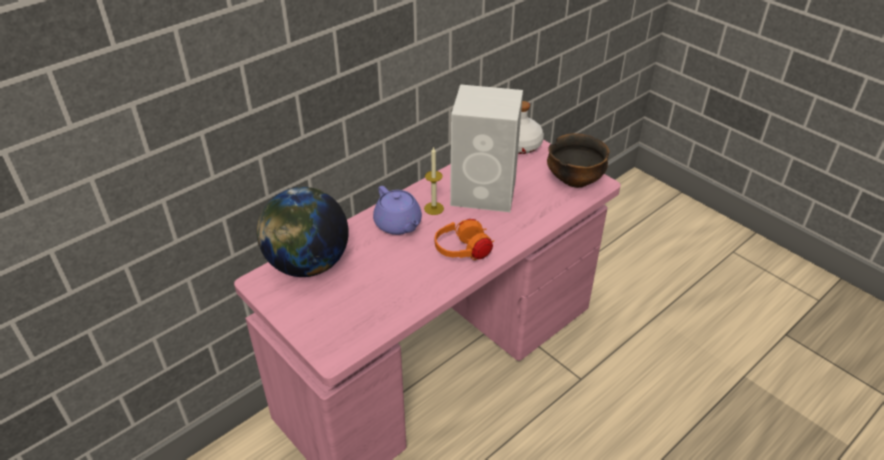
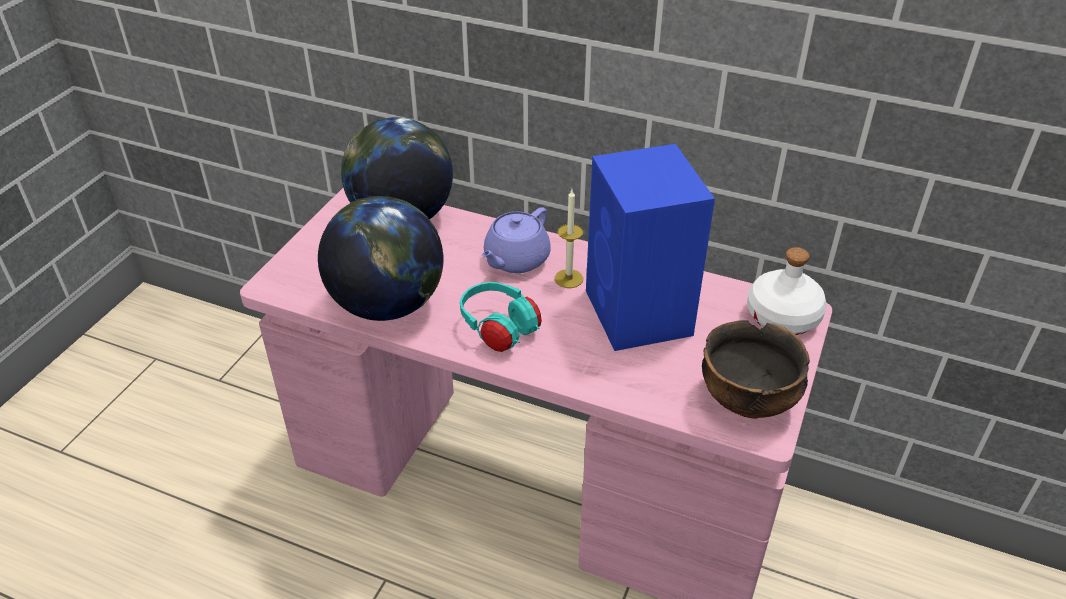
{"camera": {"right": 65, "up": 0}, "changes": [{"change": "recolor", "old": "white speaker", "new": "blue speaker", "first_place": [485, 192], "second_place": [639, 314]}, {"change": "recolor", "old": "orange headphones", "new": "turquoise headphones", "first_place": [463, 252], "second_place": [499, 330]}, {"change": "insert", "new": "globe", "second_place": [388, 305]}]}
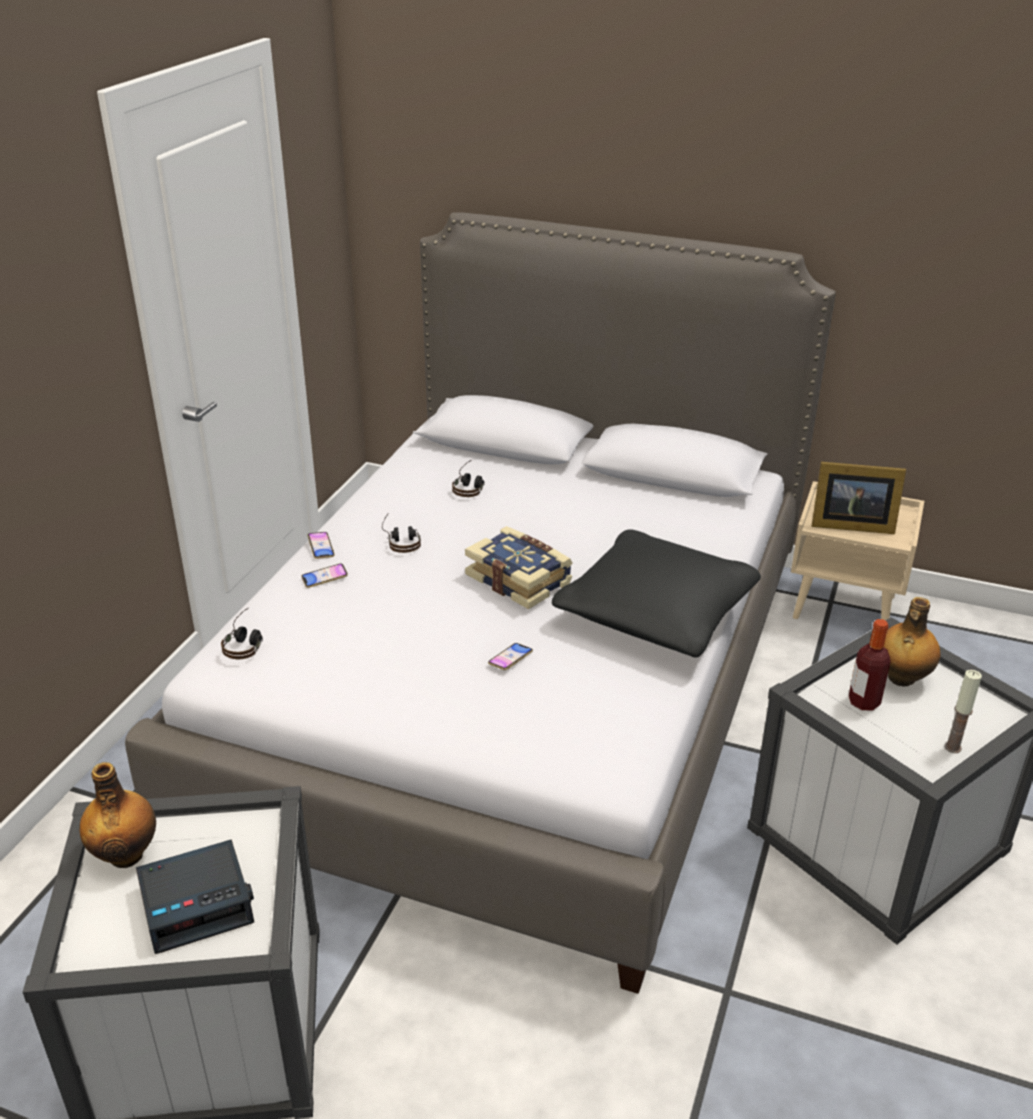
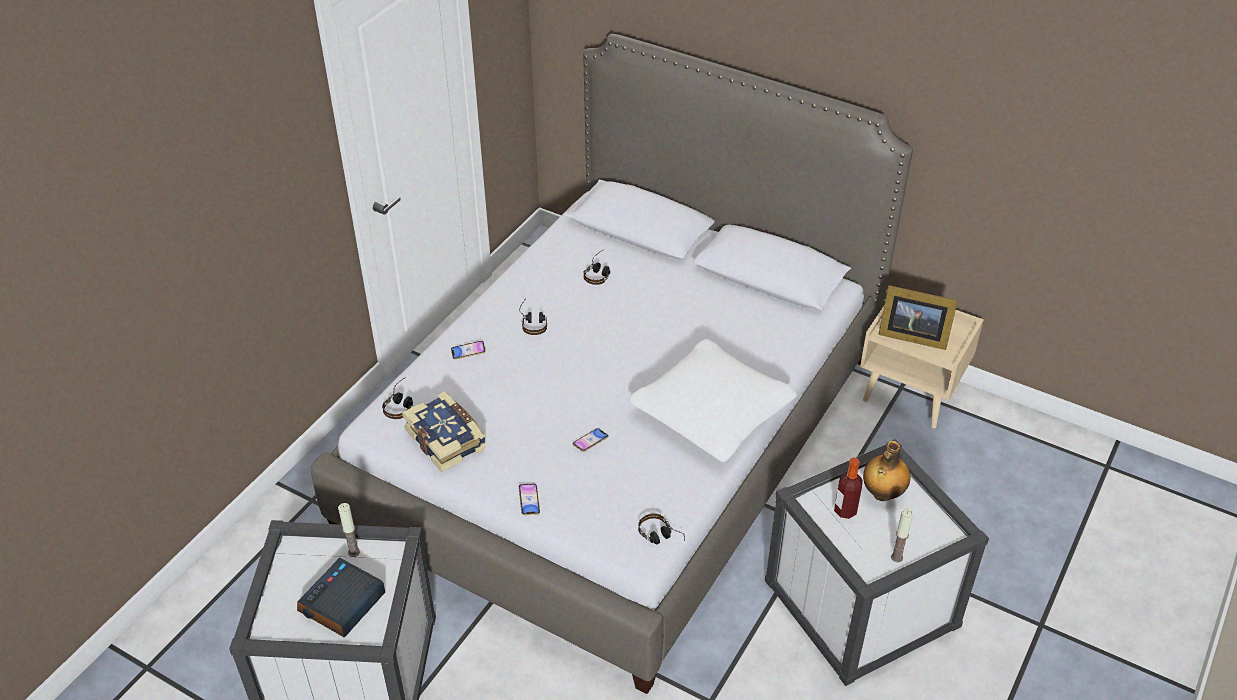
{"camera": {"right": 10, "up": 10}, "changes": [{"change": "move", "old": "book", "first_place": [520, 579], "second_place": [447, 439]}, {"change": "recolor", "old": "black pillow", "new": "white pillow", "first_place": [656, 613], "second_place": [712, 413]}, {"change": "move", "old": "phone", "first_place": [321, 547], "second_place": [529, 501]}, {"change": "delete", "old": "bottle", "first_place": [126, 854]}, {"change": "rotate", "old": "alarm clock", "first_place": [198, 903], "second_place": [342, 604], "degrees": 135}, {"change": "insert", "new": "candle", "second_place": [354, 552]}, {"change": "insert", "new": "headphones", "second_place": [661, 537]}]}
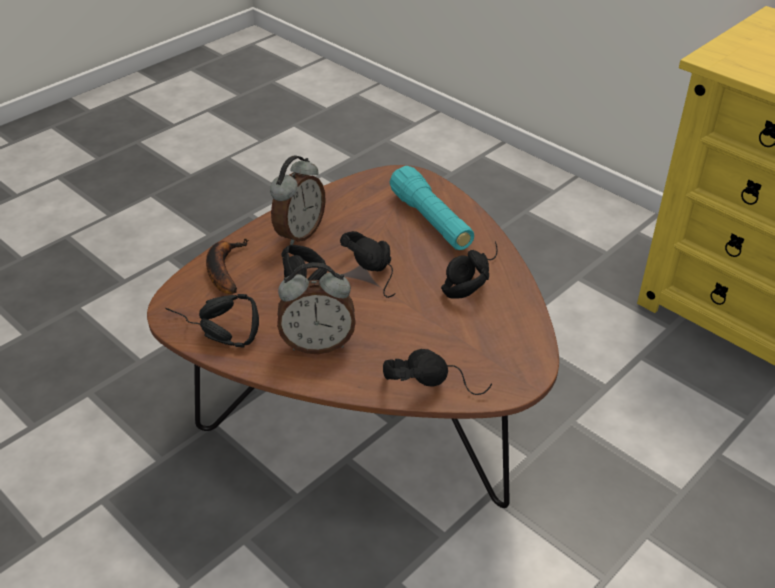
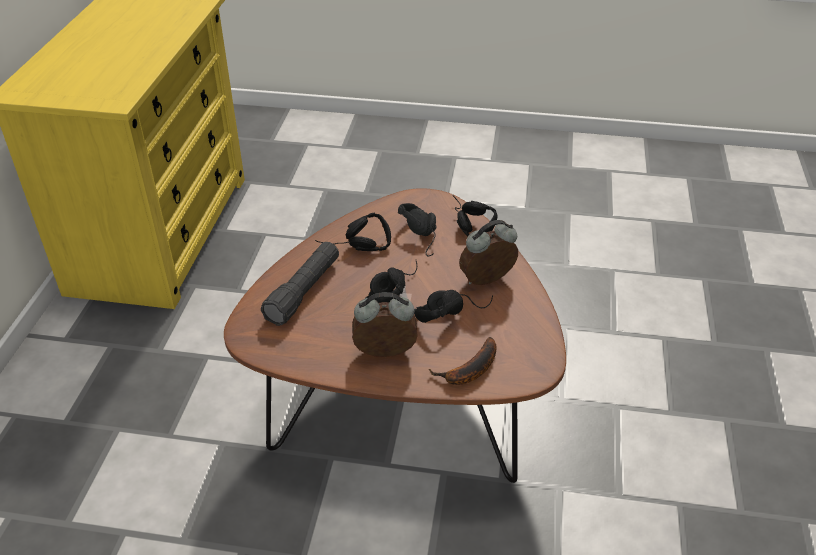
{"camera": {"right": -125, "up": 0}, "changes": [{"change": "recolor", "old": "turquoise flashlight", "new": "black flashlight", "first_place": [431, 221], "second_place": [304, 292]}, {"change": "rotate", "old": "alarm clock", "first_place": [318, 344], "second_place": [488, 282], "degrees": -75}, {"change": "move", "old": "black headphones", "first_place": [211, 333], "second_place": [426, 237]}]}
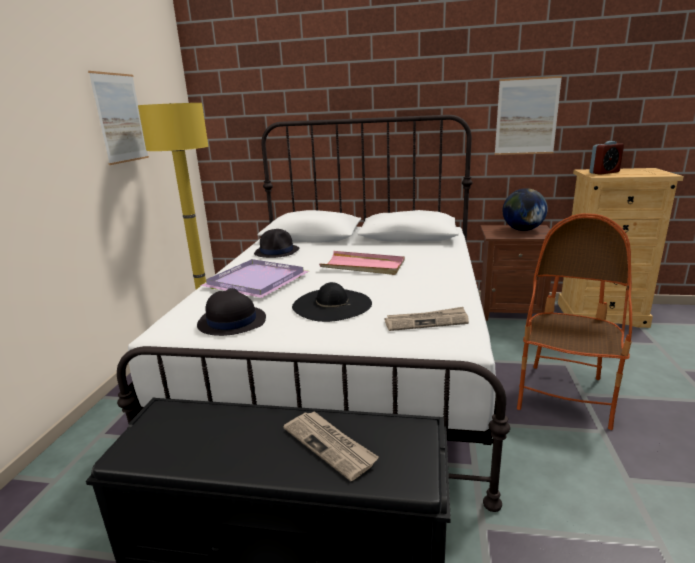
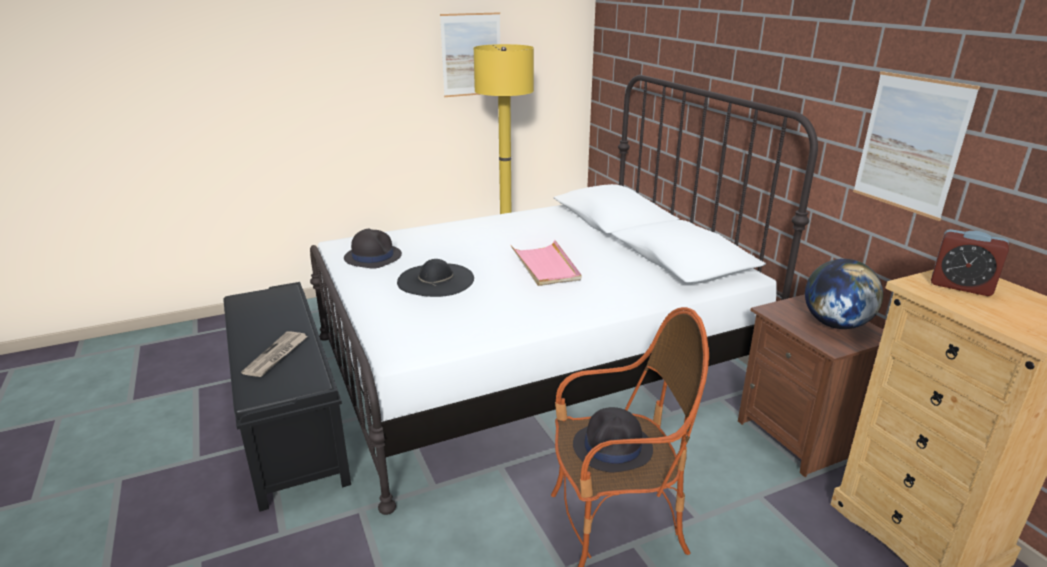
{"camera": {"right": 55, "up": 5}, "changes": [{"change": "move", "old": "black hat", "first_place": [277, 252], "second_place": [613, 447]}, {"change": "delete", "old": "purple tray", "first_place": [258, 281]}, {"change": "delete", "old": "newspaper", "first_place": [426, 321]}]}
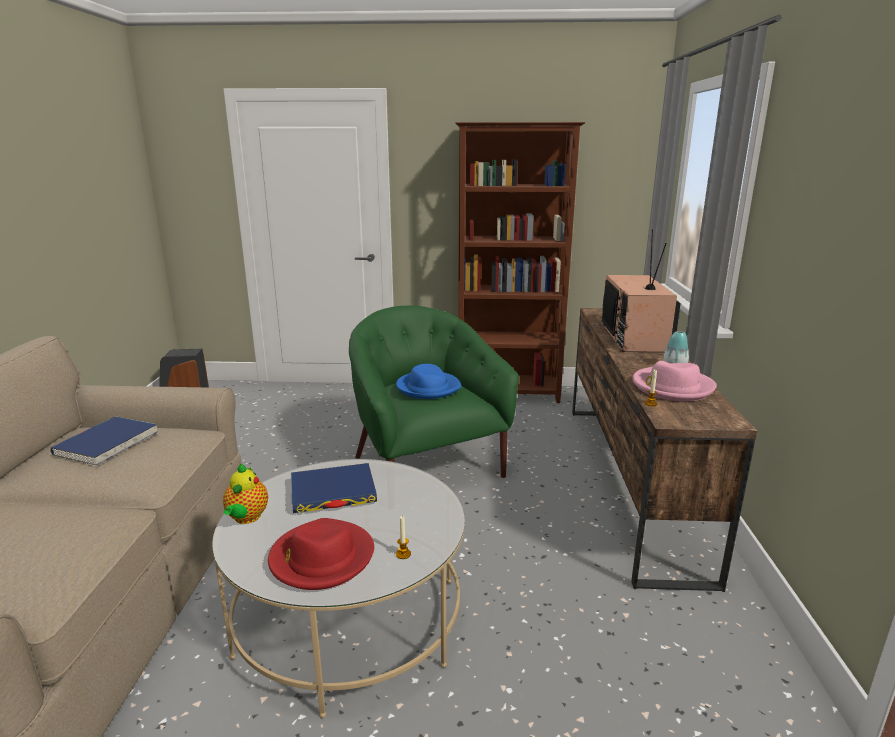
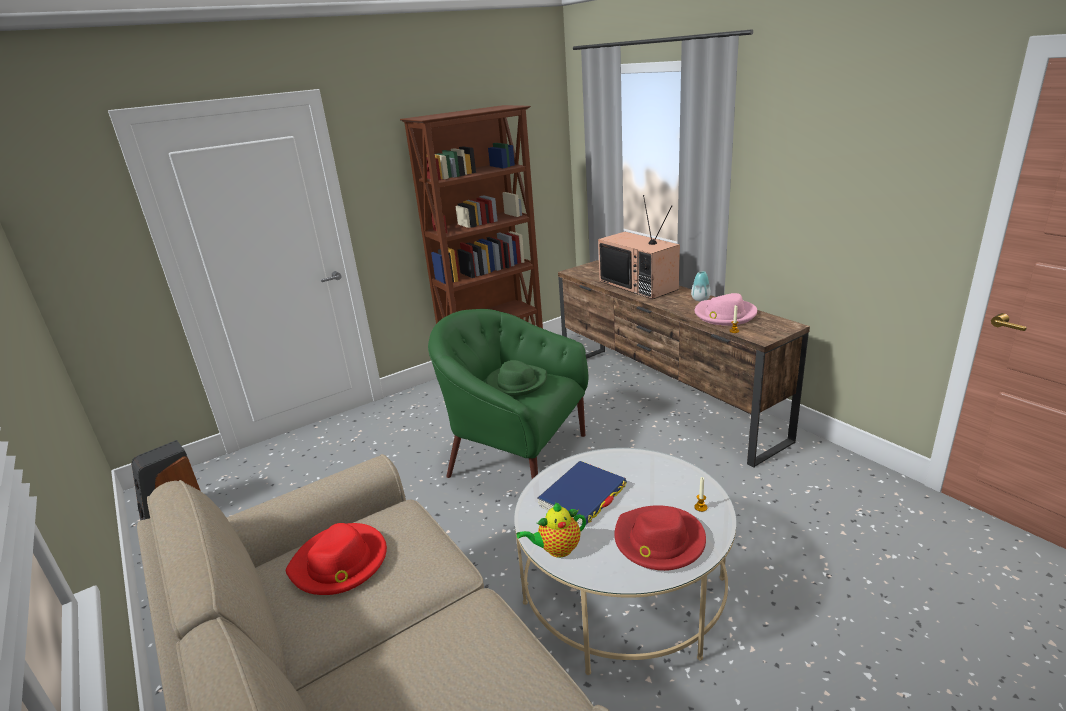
{"camera": {"right": -35, "up": 5}, "changes": [{"change": "recolor", "old": "blue hat", "new": "green hat", "first_place": [428, 388], "second_place": [516, 383]}, {"change": "replace", "old": "blue book", "new": "red hat", "first_place": [107, 444], "second_place": [340, 563]}, {"change": "rotate", "old": "teapot", "first_place": [246, 518], "second_place": [557, 549], "degrees": 105}]}
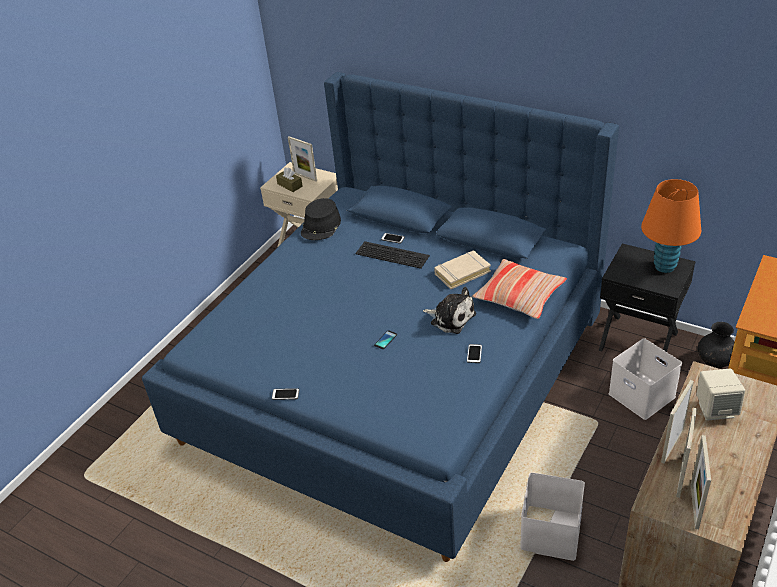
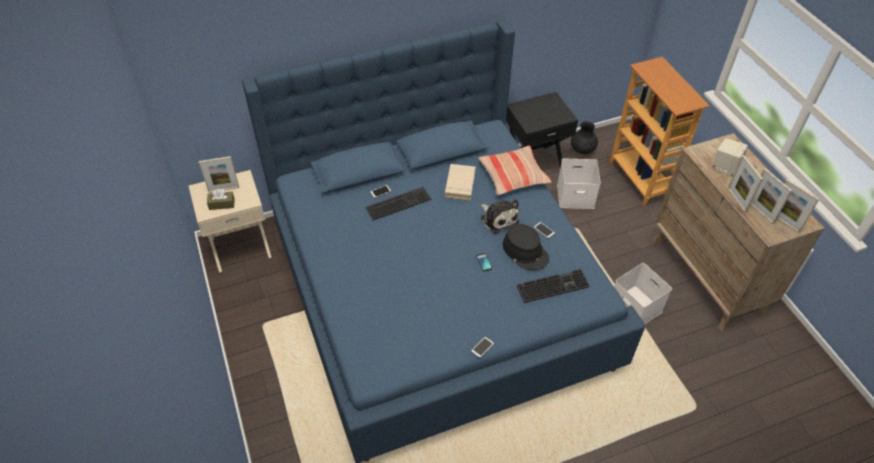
{"camera": {"right": -55, "up": 10}, "changes": [{"change": "delete", "old": "orange table lamp", "first_place": [664, 266]}, {"change": "move", "old": "black hat", "first_place": [321, 226], "second_place": [525, 251]}, {"change": "rotate", "old": "plush toy", "first_place": [451, 318], "second_place": [498, 218], "degrees": 75}, {"change": "insert", "new": "keyboard", "second_place": [553, 285]}]}
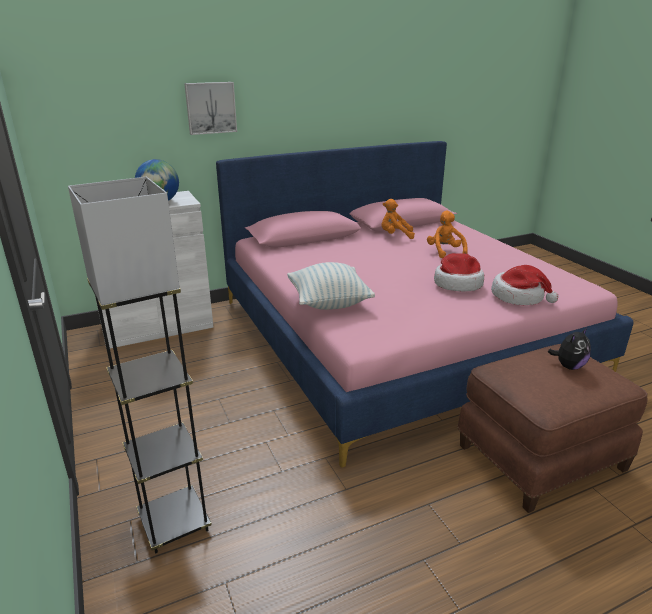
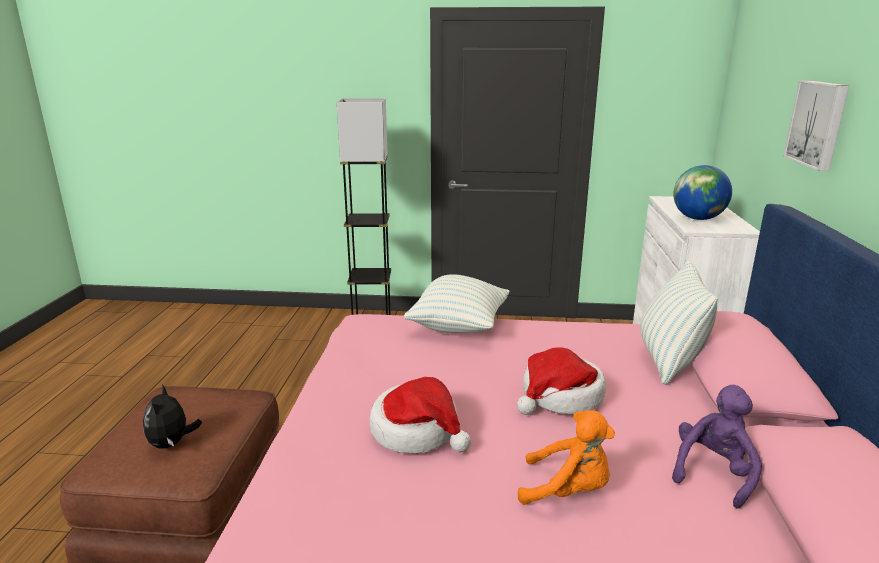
{"camera": {"right": 120, "up": -5}, "changes": [{"change": "recolor", "old": "orange plush toy", "new": "purple plush toy", "first_place": [395, 236], "second_place": [713, 472]}, {"change": "move", "old": "hat", "first_place": [519, 296], "second_place": [560, 397]}, {"change": "insert", "new": "pillow", "second_place": [669, 360]}]}
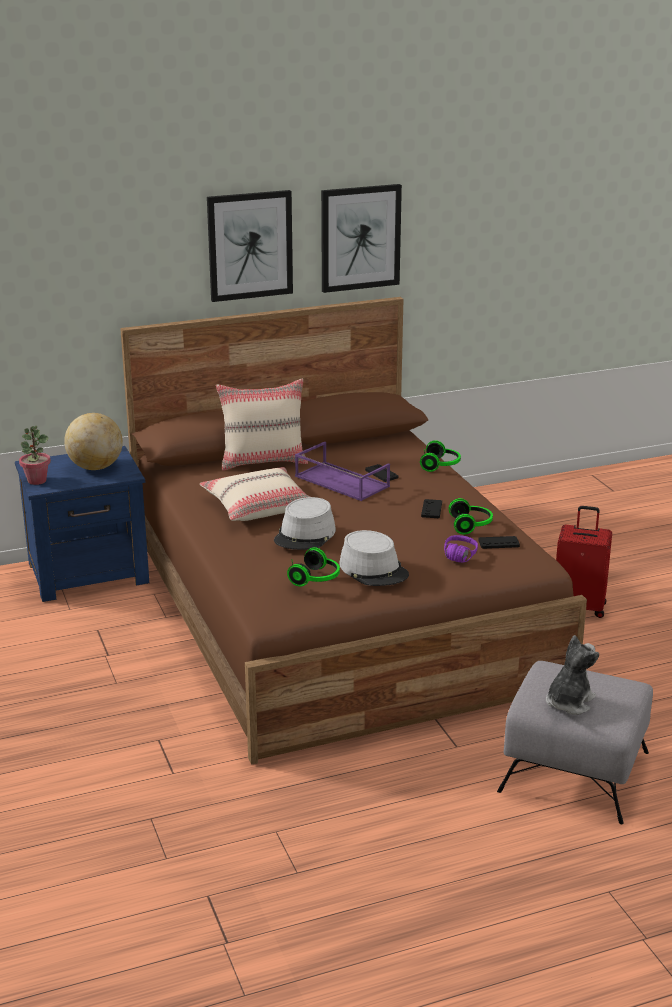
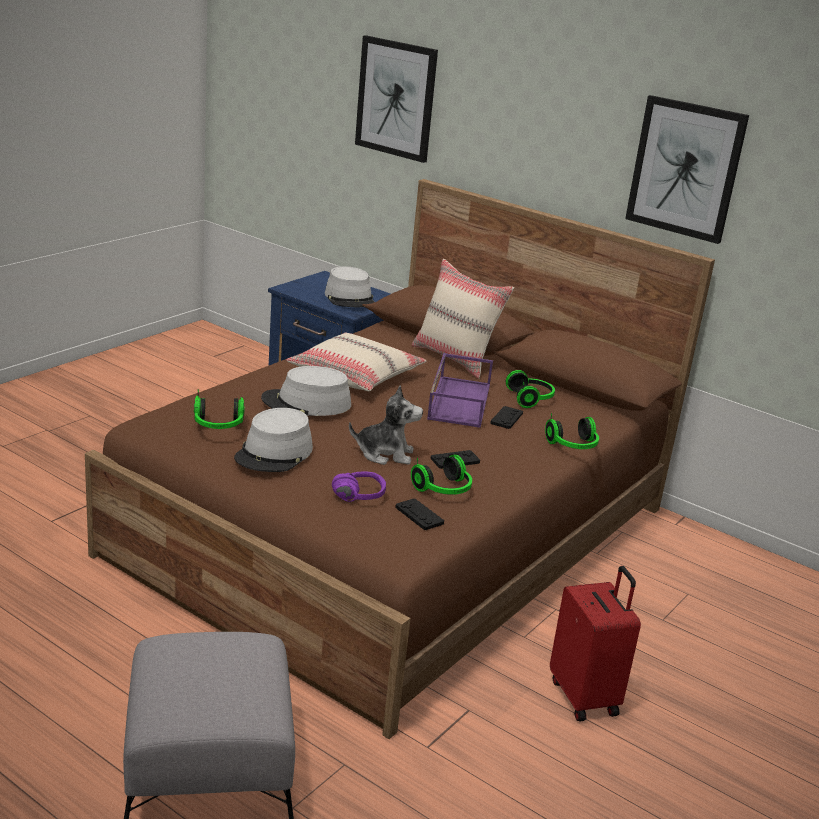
{"camera": {"right": 55, "up": 0}, "changes": [{"change": "move", "old": "picture", "first_place": [250, 245], "second_place": [396, 98]}, {"change": "replace", "old": "globe", "new": "grey hat", "first_place": [96, 467], "second_place": [350, 298]}, {"change": "delete", "old": "potted plant", "first_place": [37, 480]}, {"change": "move", "old": "plush toy", "first_place": [568, 702], "second_place": [385, 454]}, {"change": "insert", "new": "headphones", "second_place": [531, 399]}]}
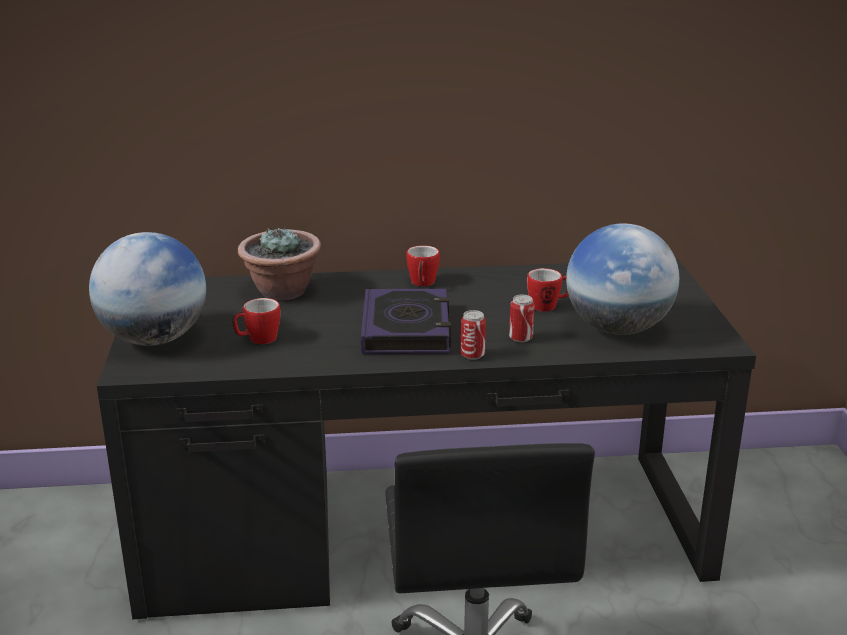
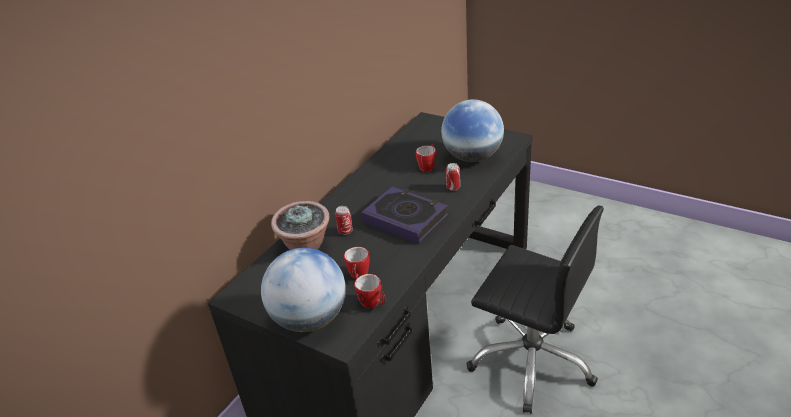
{"camera": {"right": -50, "up": 10}, "changes": [{"change": "move", "old": "mug", "first_place": [422, 284], "second_place": [373, 303]}, {"change": "move", "old": "can", "first_place": [472, 355], "second_place": [345, 231]}]}
